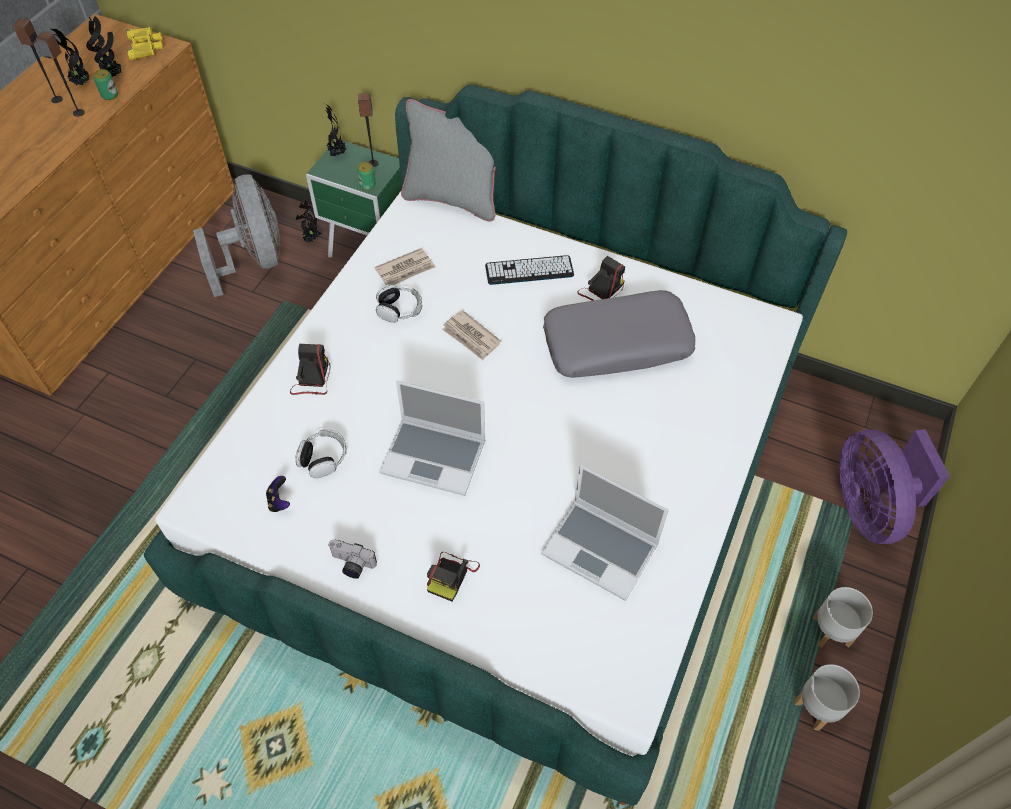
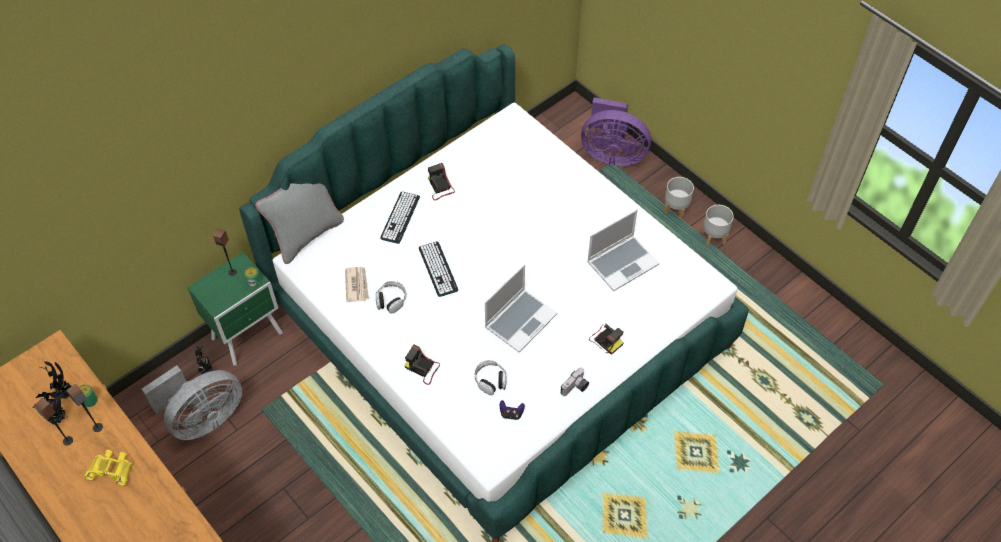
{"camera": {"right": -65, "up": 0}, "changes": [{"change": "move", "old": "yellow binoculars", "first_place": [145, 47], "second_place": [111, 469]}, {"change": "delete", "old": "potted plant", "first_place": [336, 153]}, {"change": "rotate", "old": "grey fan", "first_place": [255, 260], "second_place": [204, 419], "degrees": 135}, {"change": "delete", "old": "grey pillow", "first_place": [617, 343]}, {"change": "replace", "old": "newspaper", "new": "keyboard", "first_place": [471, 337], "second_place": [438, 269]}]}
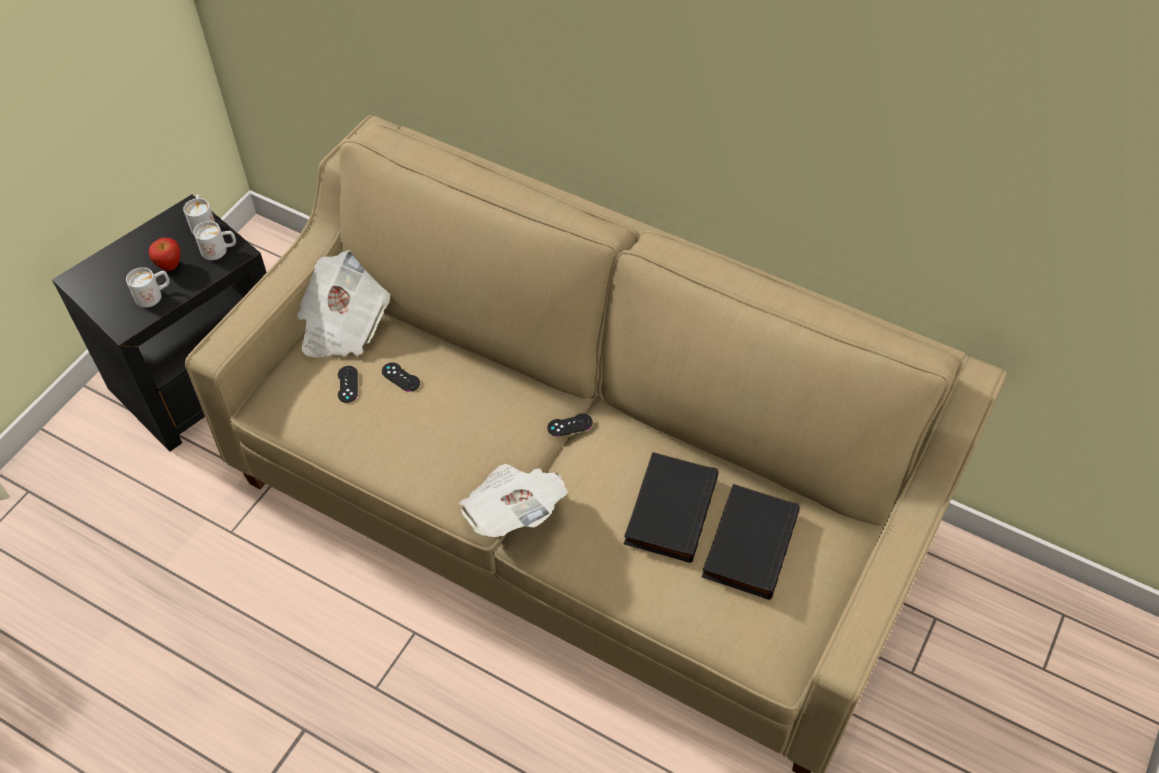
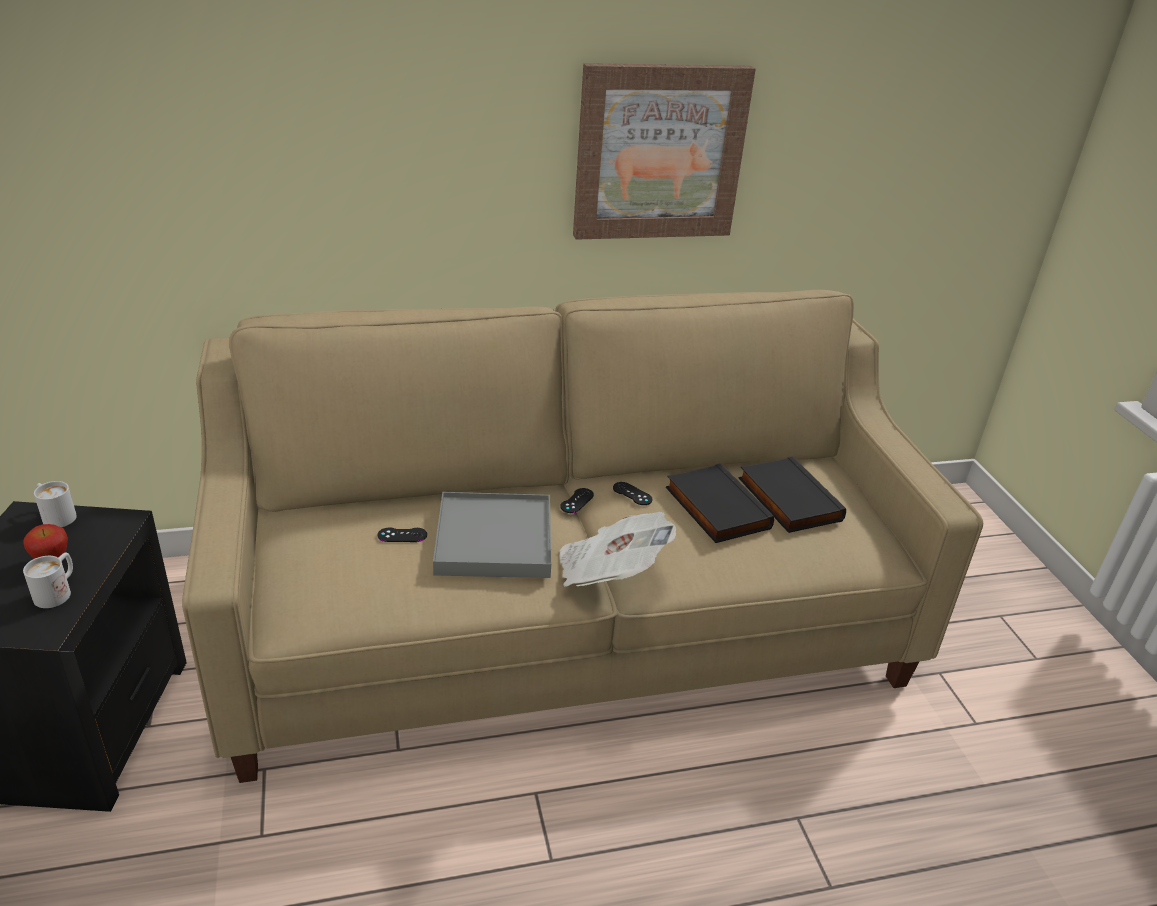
{"camera": {"right": -45, "up": -20}, "changes": [{"change": "delete", "old": "white mug", "first_place": [220, 250]}, {"change": "delete", "old": "newspaper", "first_place": [343, 324]}, {"change": "move", "old": "black game controller", "first_place": [347, 384], "second_place": [632, 494]}, {"change": "insert", "new": "picture", "second_place": [659, 152]}, {"change": "insert", "new": "grey tray", "second_place": [494, 540]}]}
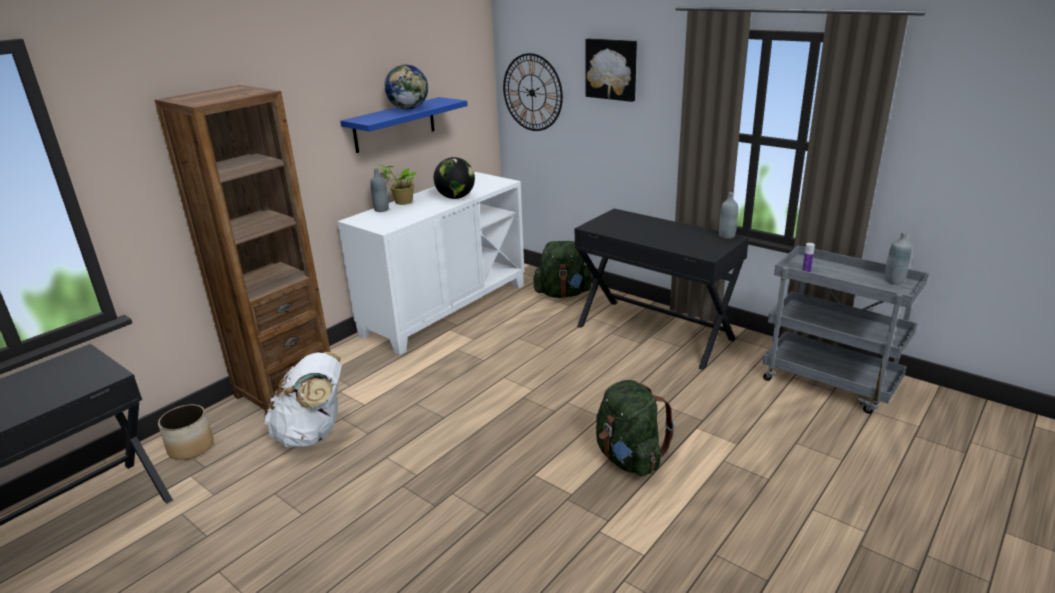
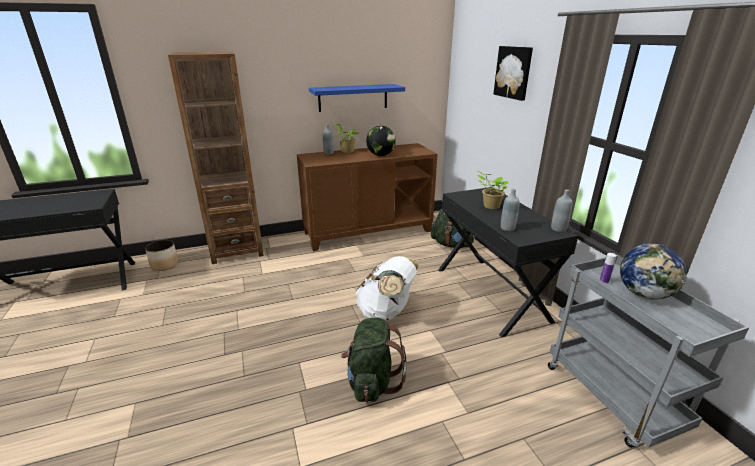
{"camera": {"right": 30, "up": 0}, "changes": [{"change": "delete", "old": "wall clock", "first_place": [532, 92]}, {"change": "move", "old": "globe", "first_place": [409, 109], "second_place": [644, 294]}, {"change": "recolor", "old": "white cabinet", "new": "brown cabinet", "first_place": [445, 309], "second_place": [368, 231]}, {"change": "move", "old": "grey bottle", "first_place": [894, 281], "second_place": [507, 228]}, {"change": "move", "old": "white backpack", "first_place": [313, 433], "second_place": [386, 312]}, {"change": "insert", "new": "potted plant", "second_place": [490, 206]}]}
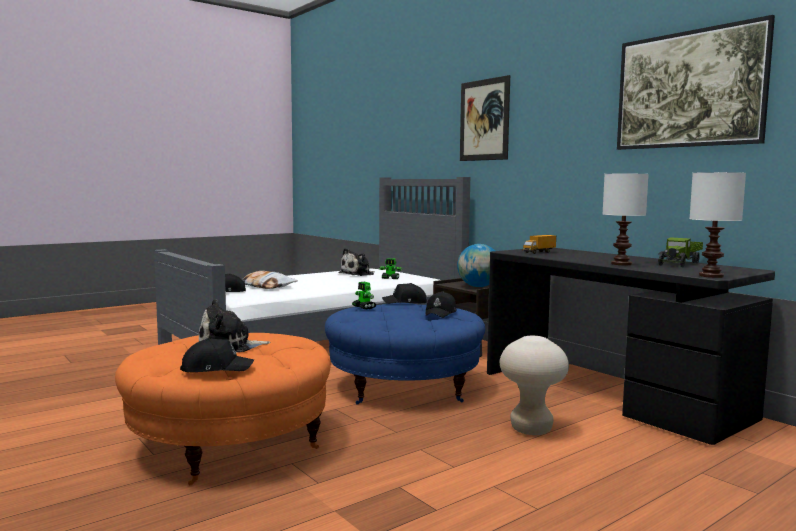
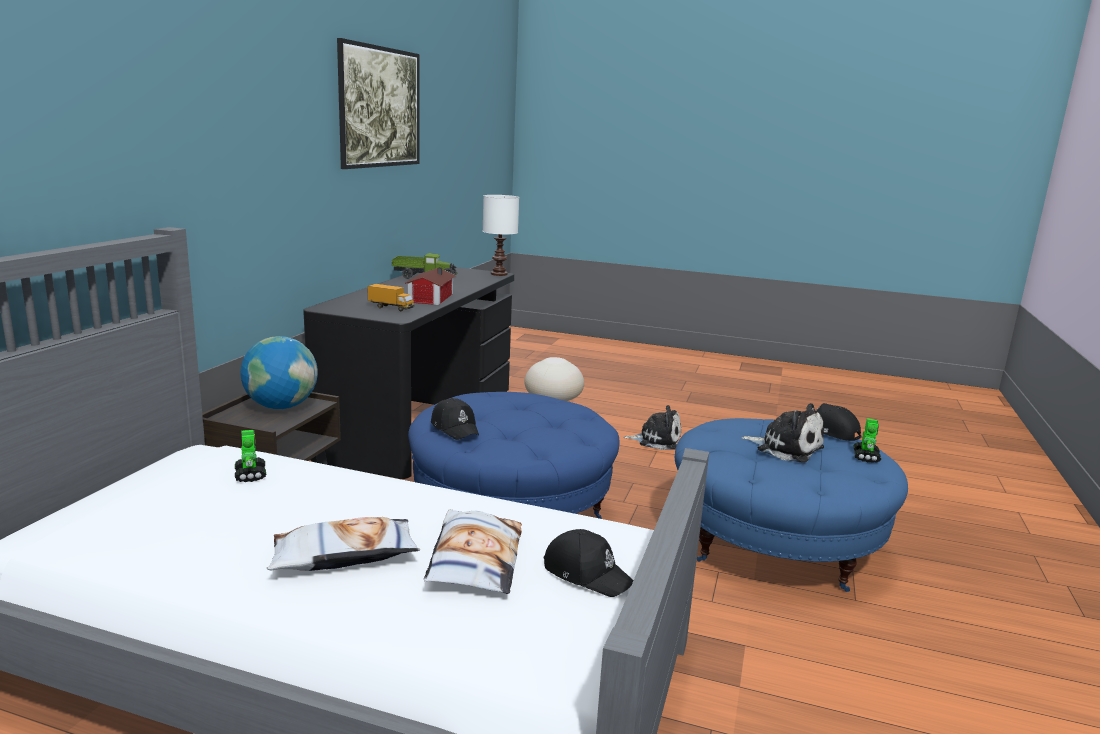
{"camera": {"right": -125, "up": 10}, "changes": [{"change": "delete", "old": "picture", "first_place": [484, 120]}, {"change": "delete", "old": "white table lamp", "first_place": [621, 264]}, {"change": "move", "old": "plush toy", "first_place": [358, 274], "second_place": [656, 440]}, {"change": "move", "old": "toy robot", "first_place": [364, 307], "second_place": [866, 456]}, {"change": "delete", "old": "black cap", "first_place": [441, 313]}, {"change": "recolor", "old": "orange ottoman", "new": "blue ottoman", "first_place": [230, 444], "second_place": [775, 543]}, {"change": "insert", "new": "toy house", "second_place": [429, 298]}, {"change": "insert", "new": "pillow", "second_place": [344, 555]}]}
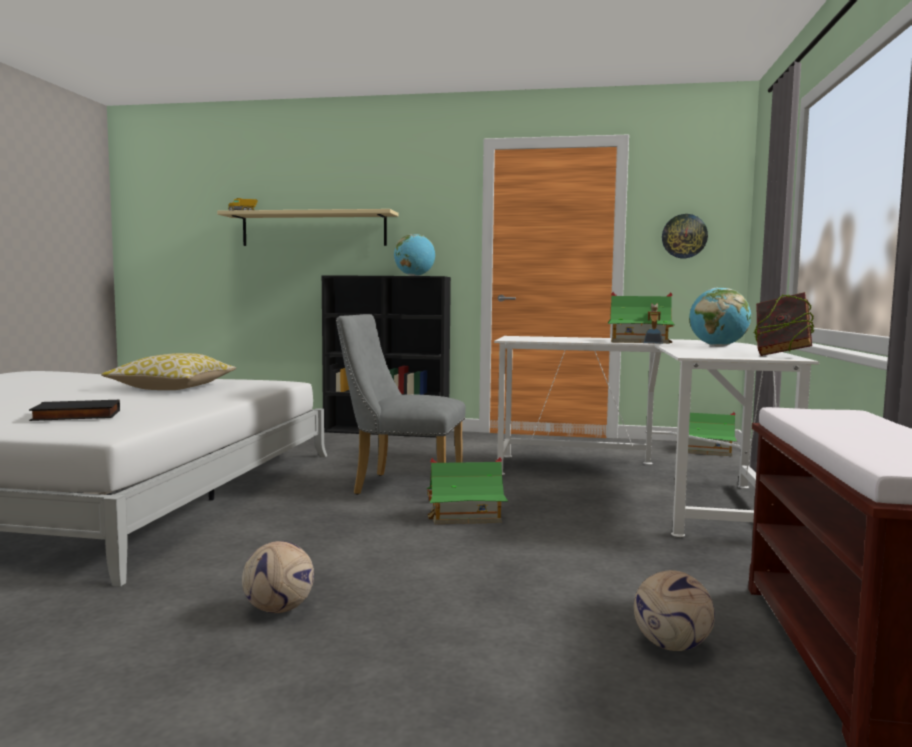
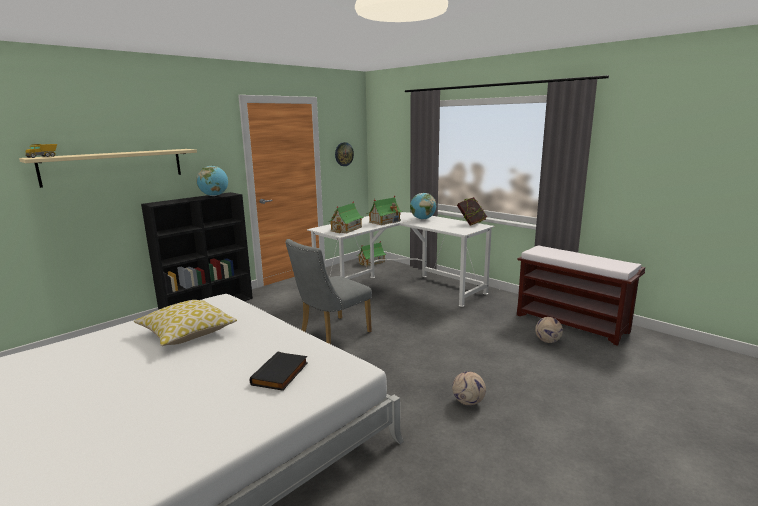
{"camera": {"right": -55, "up": 10}, "changes": [{"change": "move", "old": "toy house", "first_place": [465, 516], "second_place": [346, 229]}]}
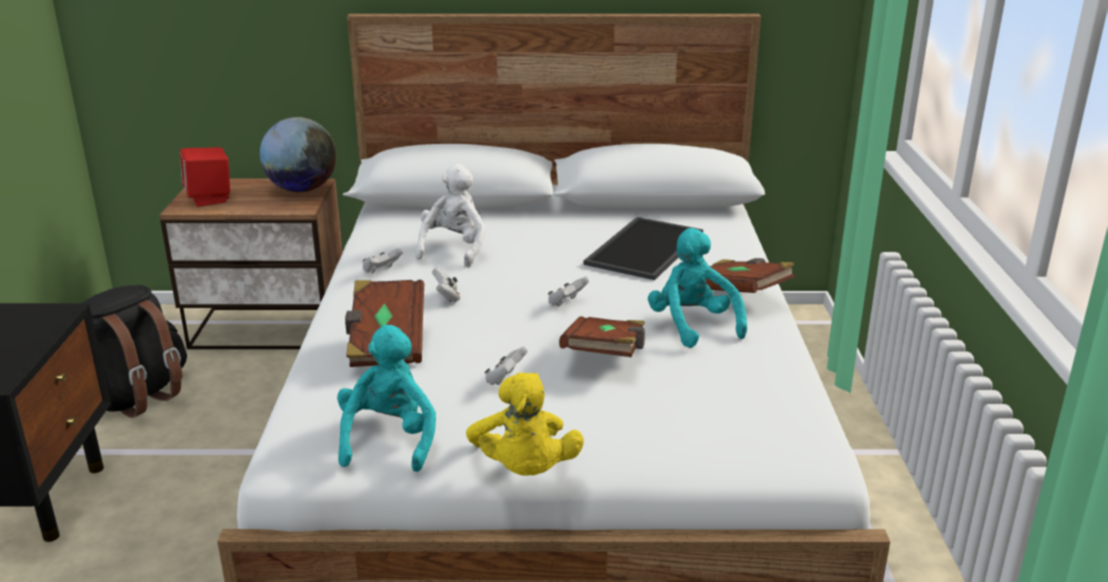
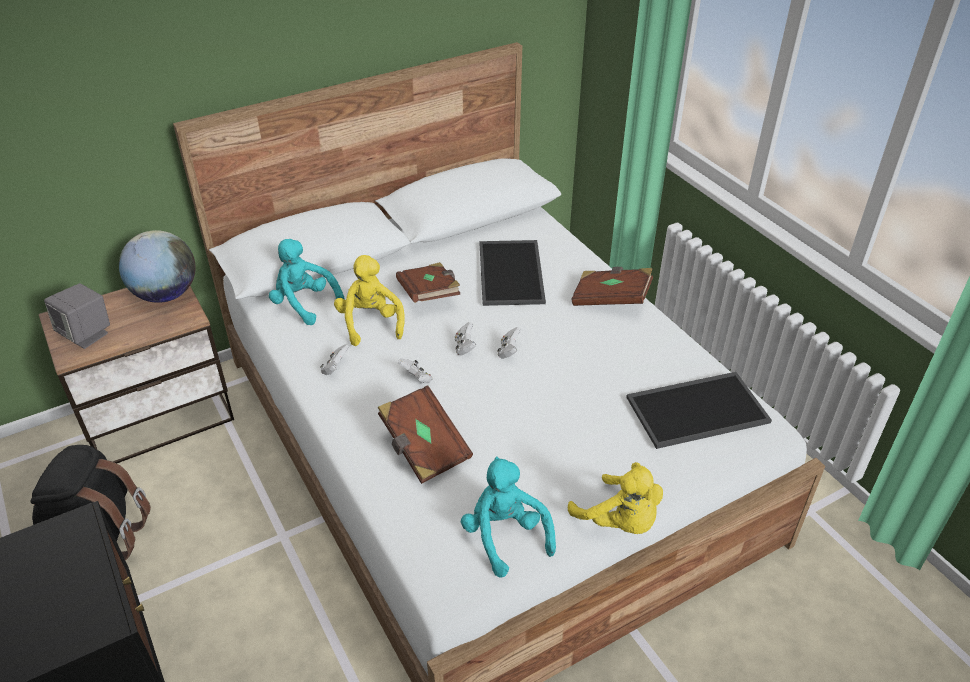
{"camera": {"right": -30, "up": 15}, "changes": [{"change": "recolor", "old": "red speaker", "new": "grey speaker", "first_place": [210, 199], "second_place": [87, 335]}, {"change": "recolor", "old": "white plush toy", "new": "yellow plush toy", "first_place": [454, 249], "second_place": [370, 323]}, {"change": "move", "old": "turquoise plush toy", "first_place": [692, 325], "second_place": [304, 304]}, {"change": "move", "old": "brown book", "first_place": [605, 356], "second_place": [429, 294]}, {"change": "move", "old": "white game controller", "first_place": [505, 379], "second_place": [464, 347]}, {"change": "insert", "new": "tray", "second_place": [697, 408]}]}
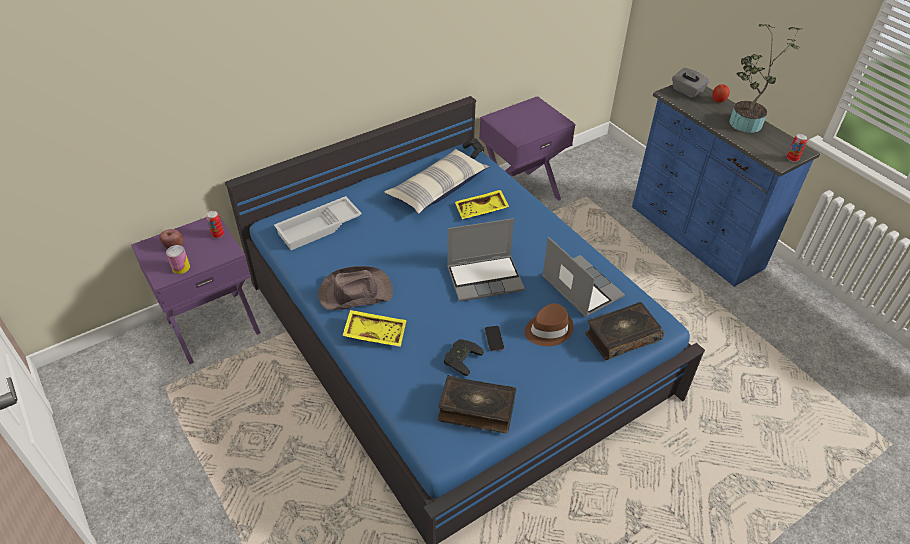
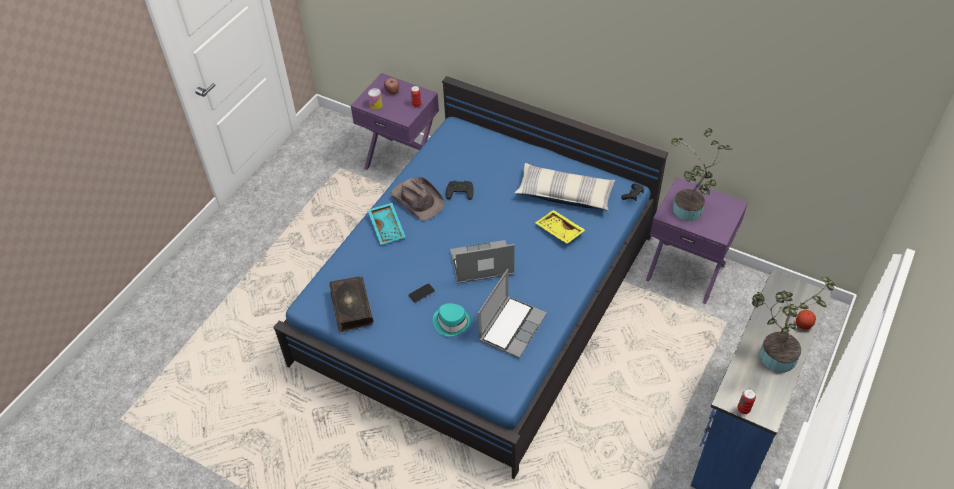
{"camera": {"right": 65, "up": 5}, "changes": [{"change": "delete", "old": "grey tissue box", "first_place": [687, 91]}, {"change": "delete", "old": "white tray", "first_place": [319, 228]}, {"change": "rotate", "old": "laptop", "first_place": [485, 278], "second_place": [481, 264], "degrees": 120}, {"change": "delete", "old": "book", "first_place": [621, 336]}, {"change": "recolor", "old": "brown hat", "new": "turquoise hat", "first_place": [548, 329], "second_place": [451, 322]}, {"change": "recolor", "old": "yellow tray", "new": "turquoise tray", "first_place": [375, 332], "second_place": [388, 227]}, {"change": "move", "old": "black game controller", "first_place": [460, 357], "second_place": [460, 190]}, {"change": "insert", "new": "potted plant", "second_place": [688, 213]}]}
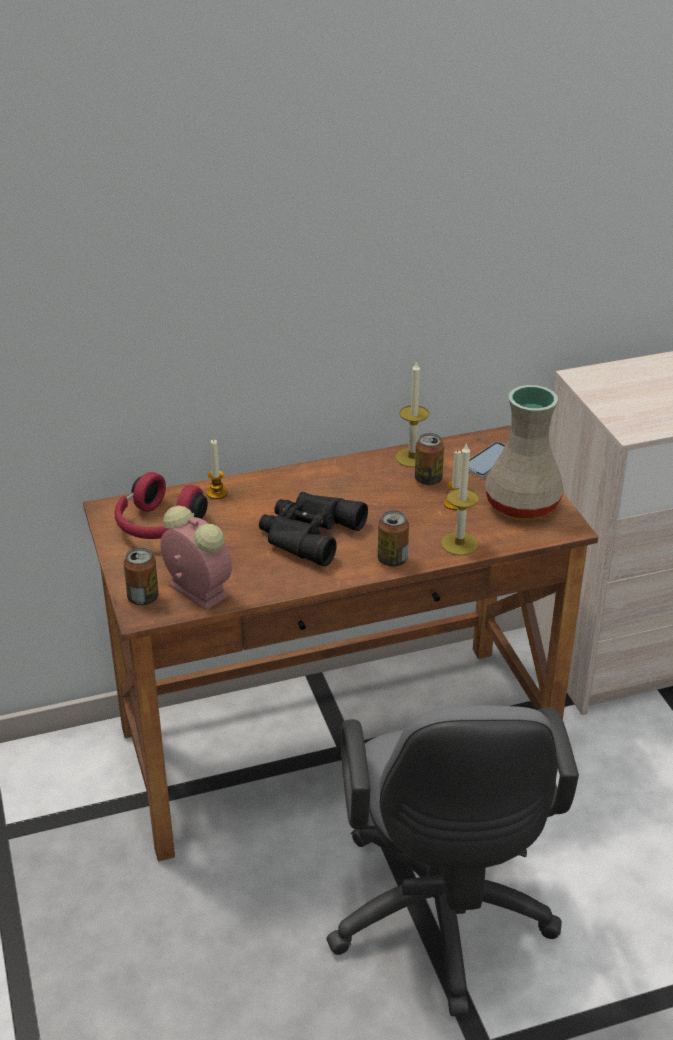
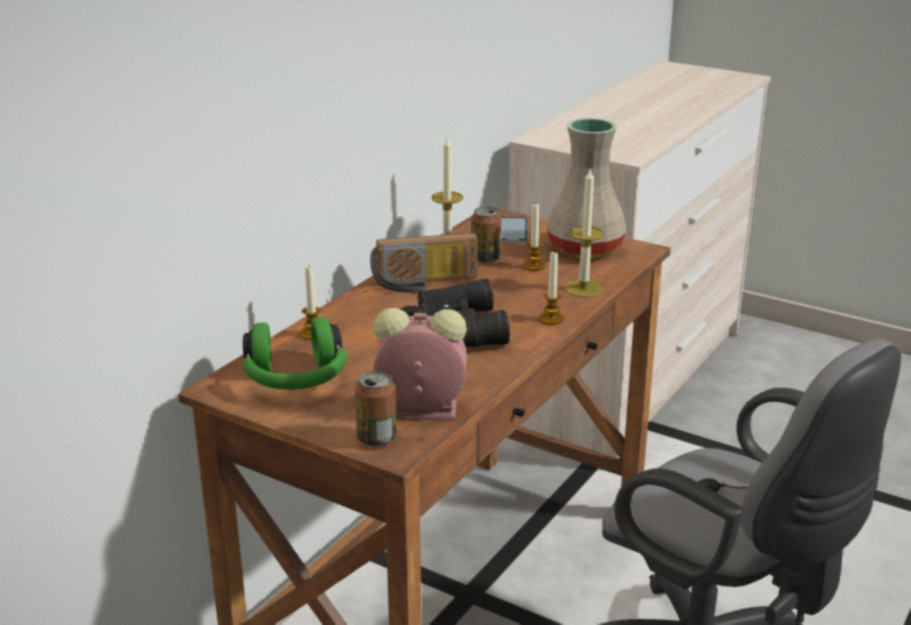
{"camera": {"right": -40, "up": -10}, "changes": [{"change": "recolor", "old": "red headphones", "new": "green headphones", "first_place": [158, 526], "second_place": [296, 379]}, {"change": "replace", "old": "can", "new": "candle", "first_place": [392, 560], "second_place": [551, 319]}, {"change": "insert", "new": "radio", "second_place": [425, 284]}]}
